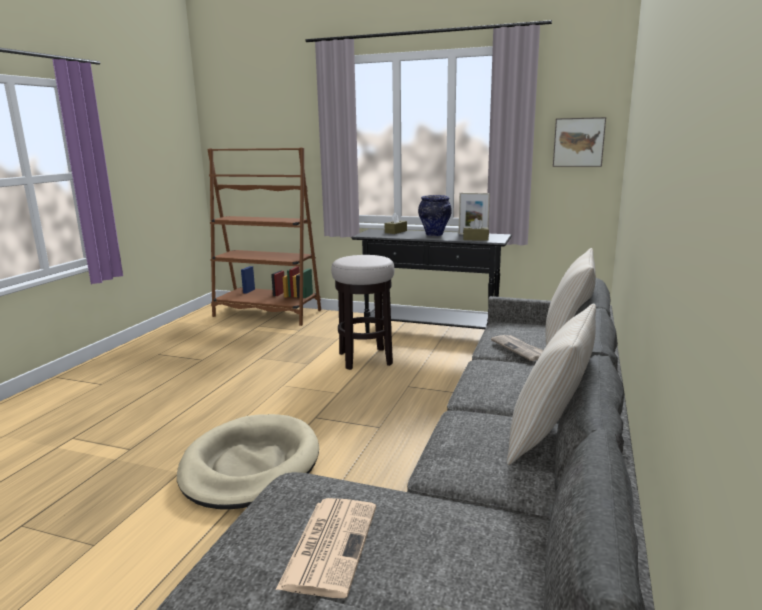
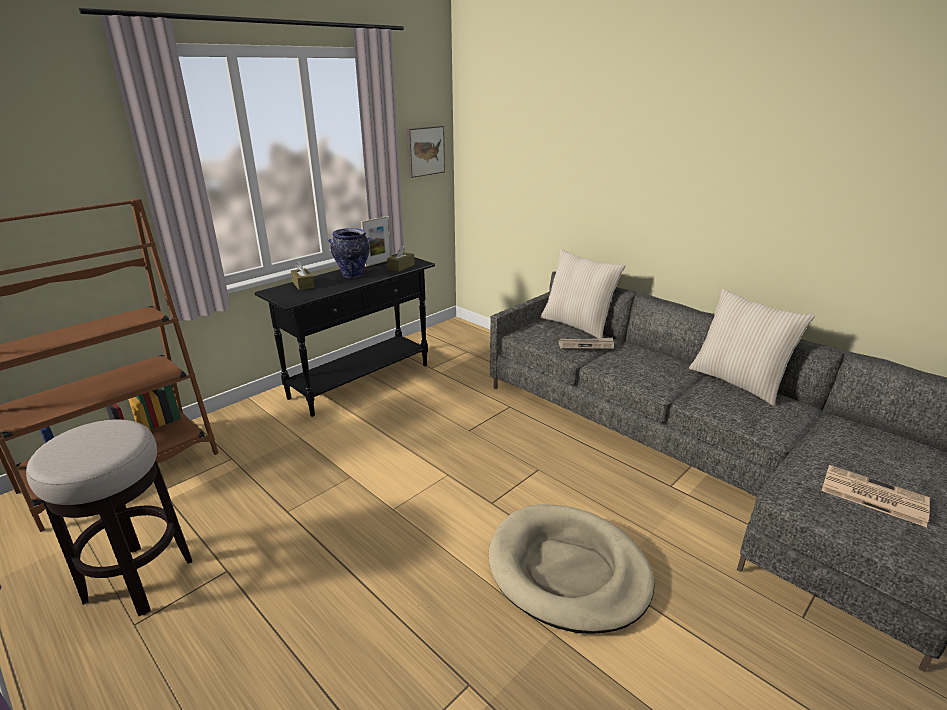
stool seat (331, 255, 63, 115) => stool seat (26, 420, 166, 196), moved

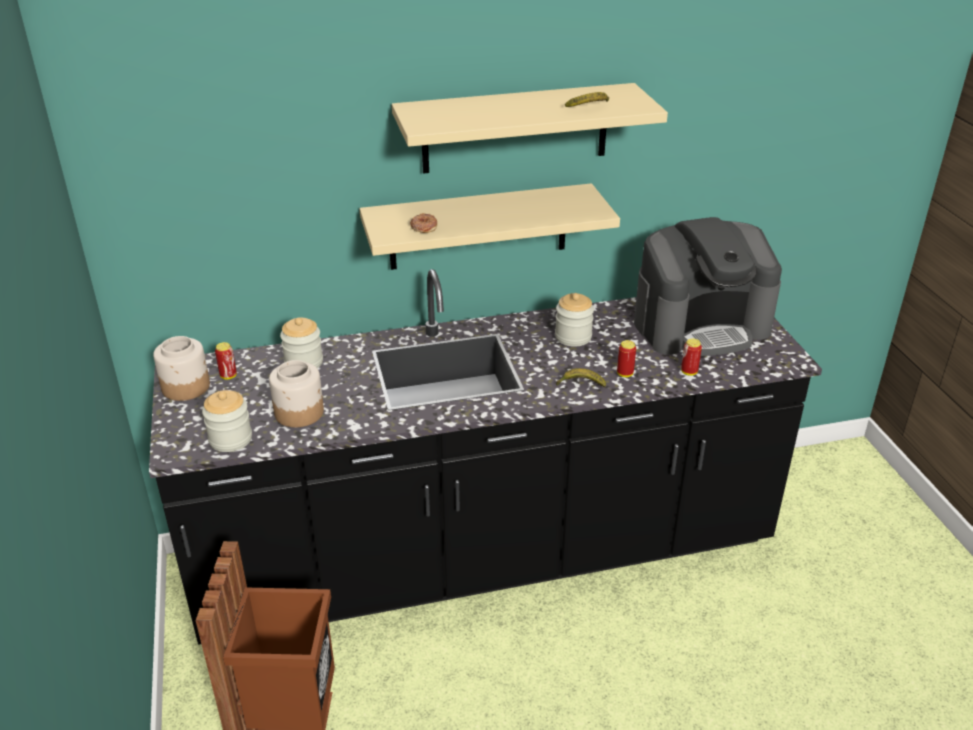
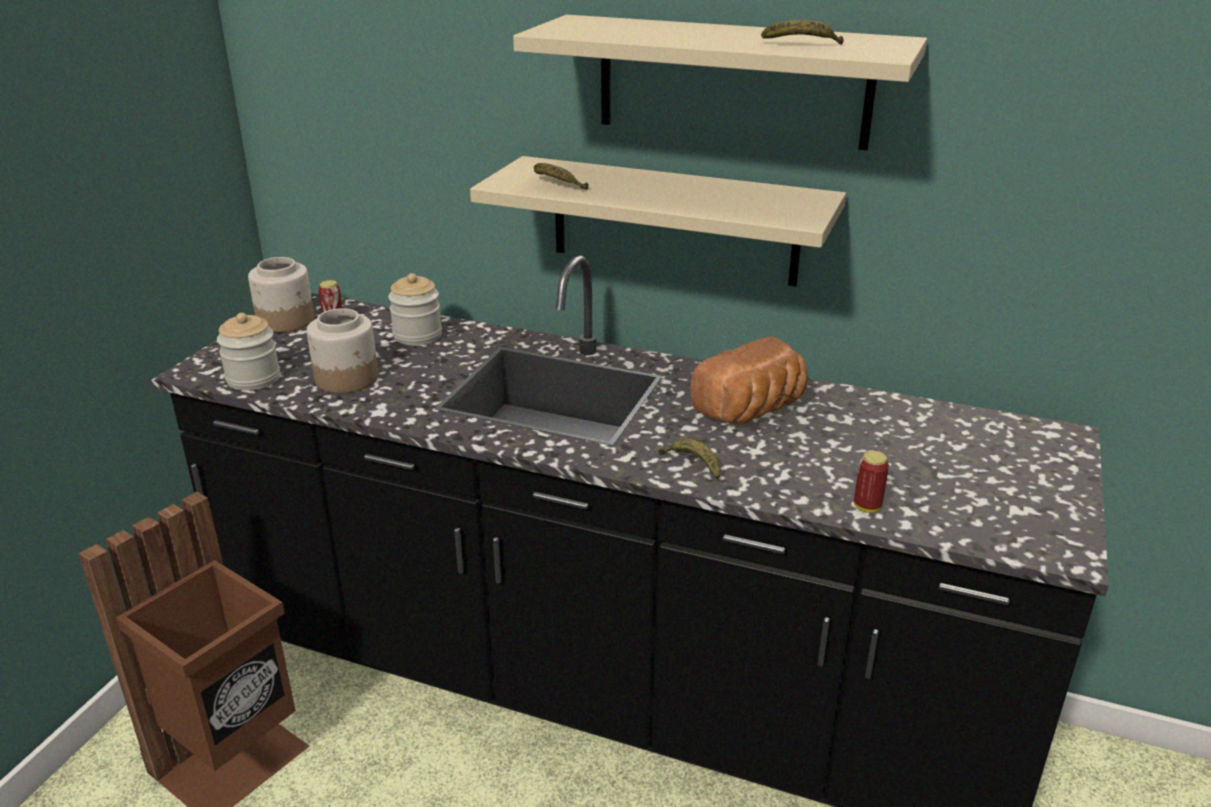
metal can (617, 340, 19, 37) => nothing
coffee brewer (634, 217, 148, 139) => nothing
ring doughnut (410, 213, 27, 20) => banana fruit (534, 163, 55, 27)
preserve jar (555, 293, 39, 54) => bread (690, 336, 118, 89)

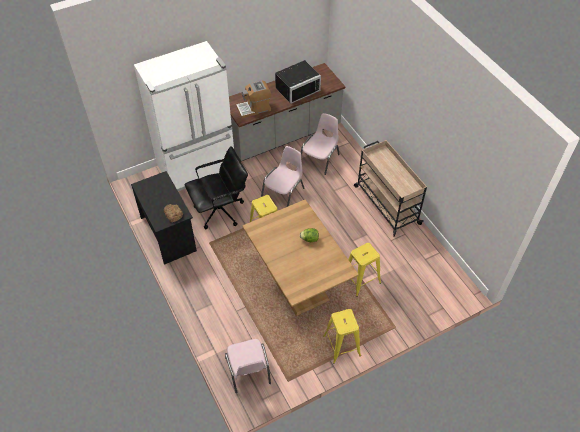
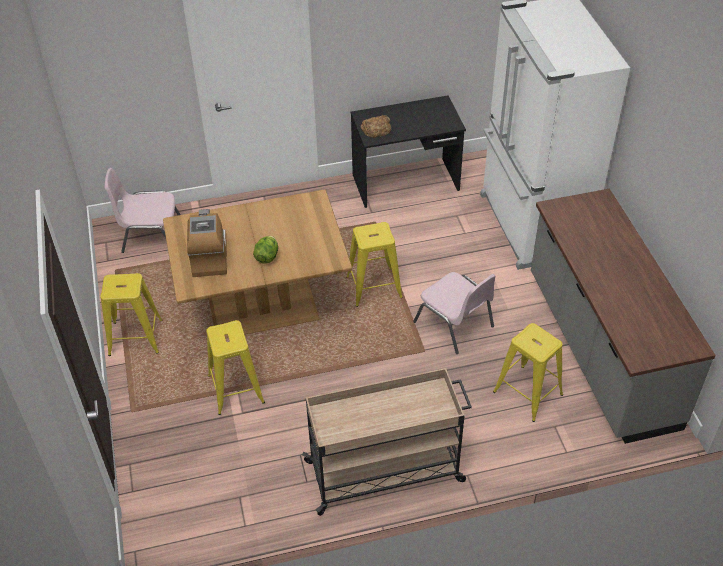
blackish computer chair (185, 146, 63, 83) => nothing
blackish microwave (275, 60, 46, 44) => nothing
coffee brewer (236, 81, 35, 37) => coffee brewer (187, 209, 40, 68), moved
pink-coloured upright chair (301, 113, 39, 62) => yellow-coloured stool seat (493, 323, 70, 99)

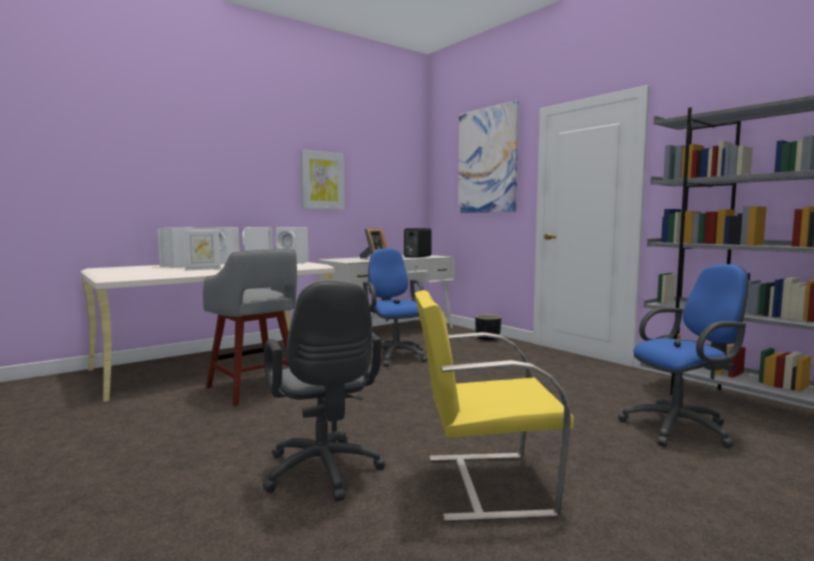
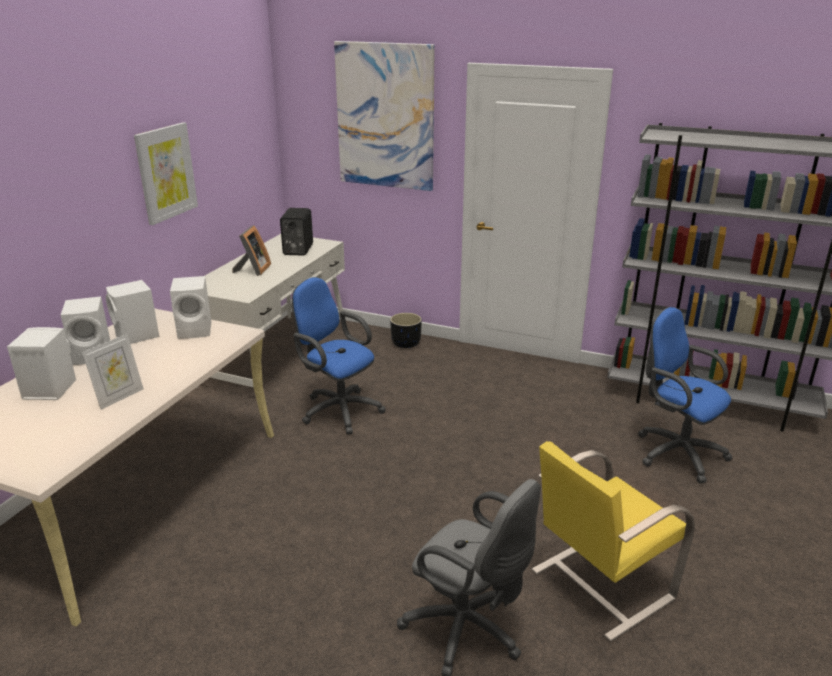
greyish stool seat (203, 249, 94, 157) => nothing
blue computer chair (618, 264, 131, 184) => blue computer chair (638, 307, 94, 176), 90 degrees counterclockwise

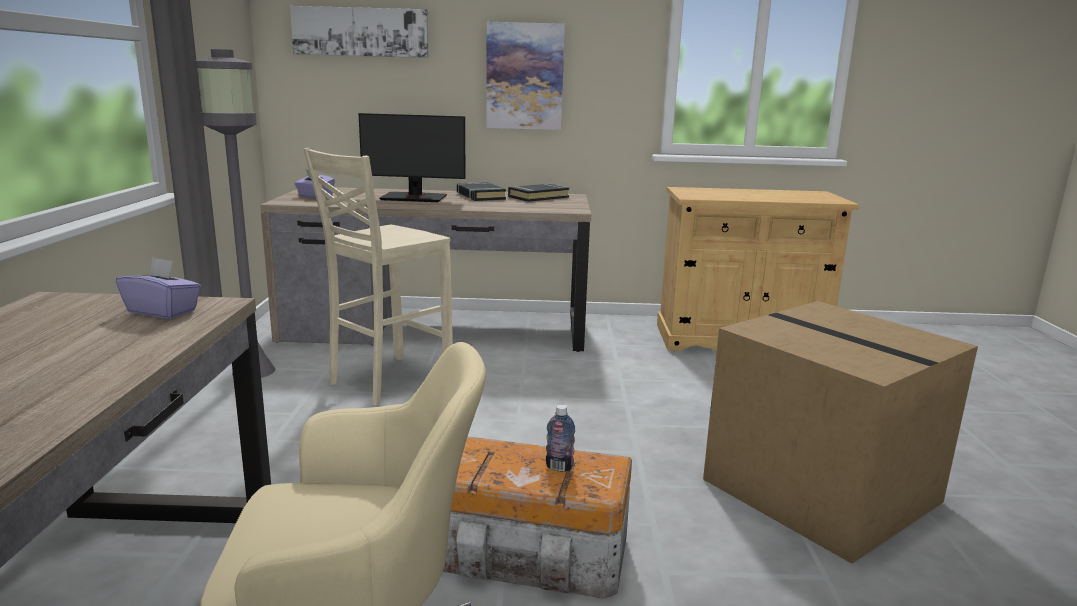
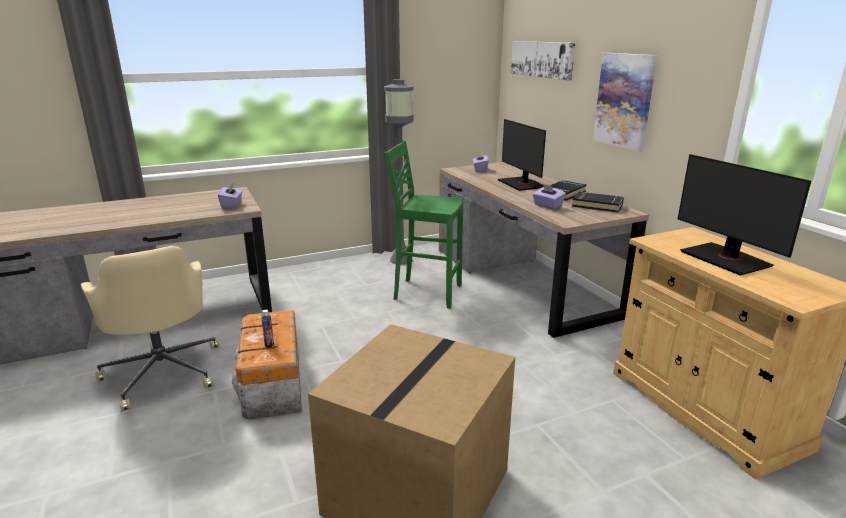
nothing => purplish tissue box (532, 184, 34, 25)
nothing => computer display (678, 154, 133, 122)
beige stool seat (304, 148, 149, 258) => greenish stool seat (385, 141, 78, 167)

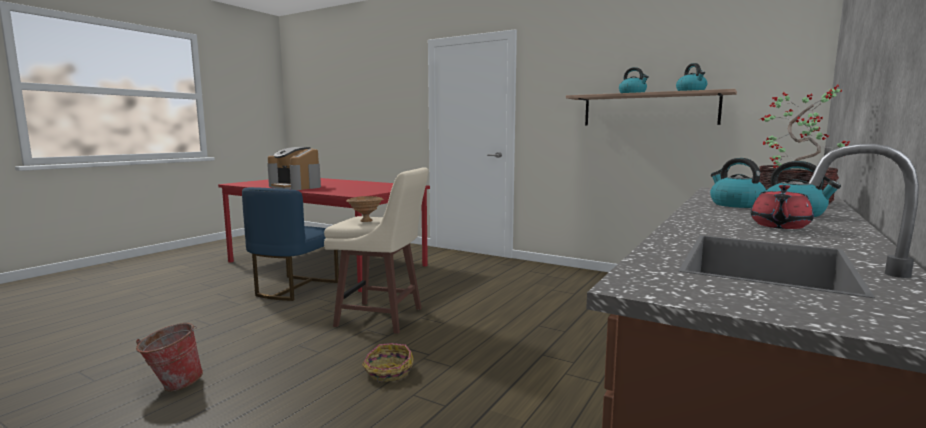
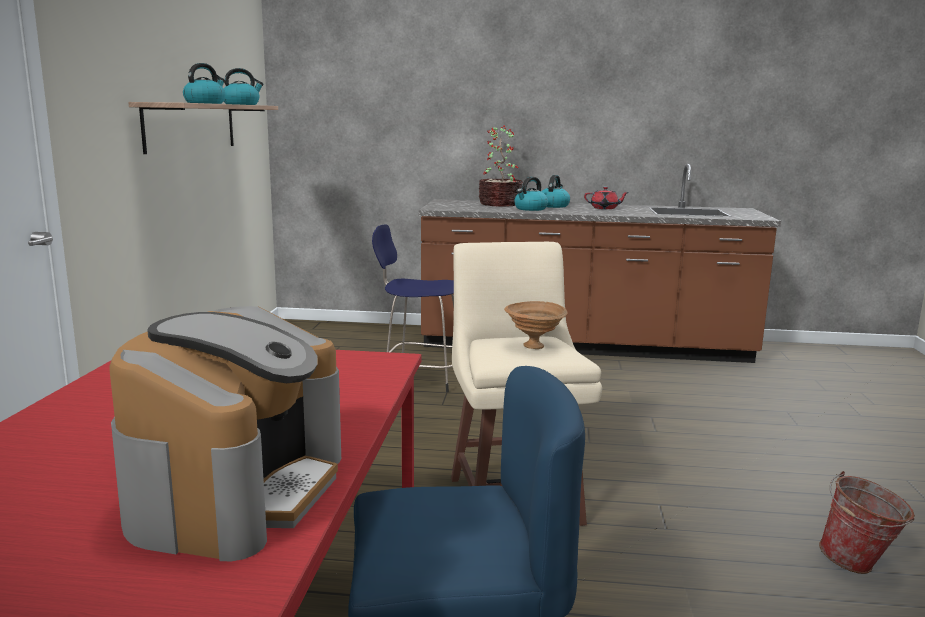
basket (362, 343, 52, 39) => nothing
nothing => blue stool seat (372, 224, 82, 169)

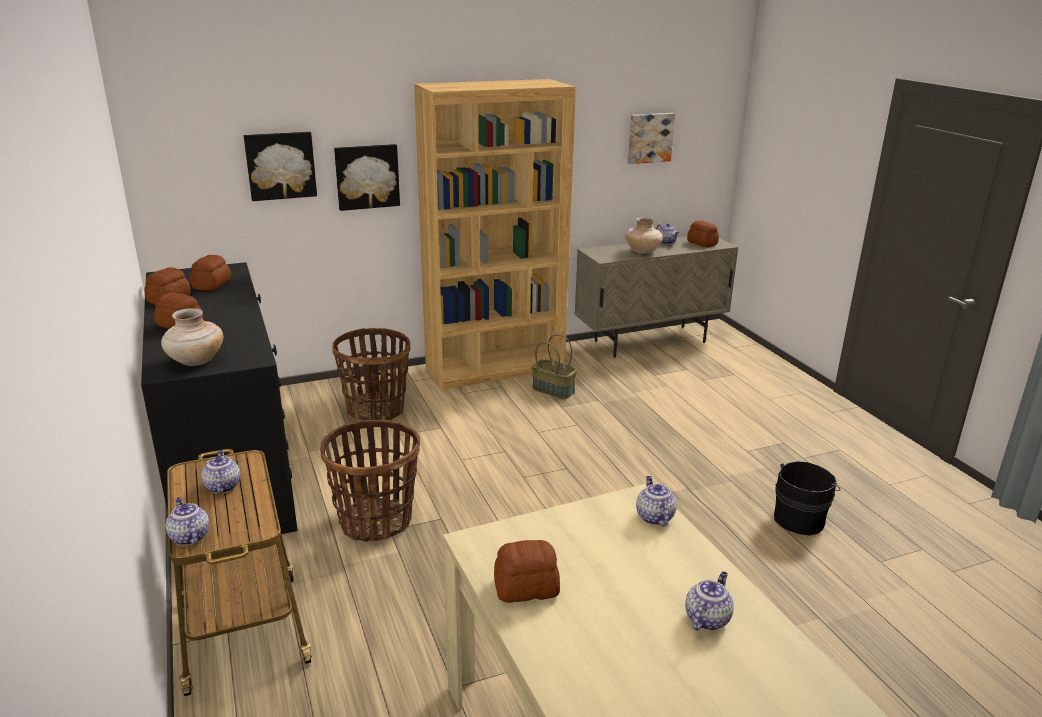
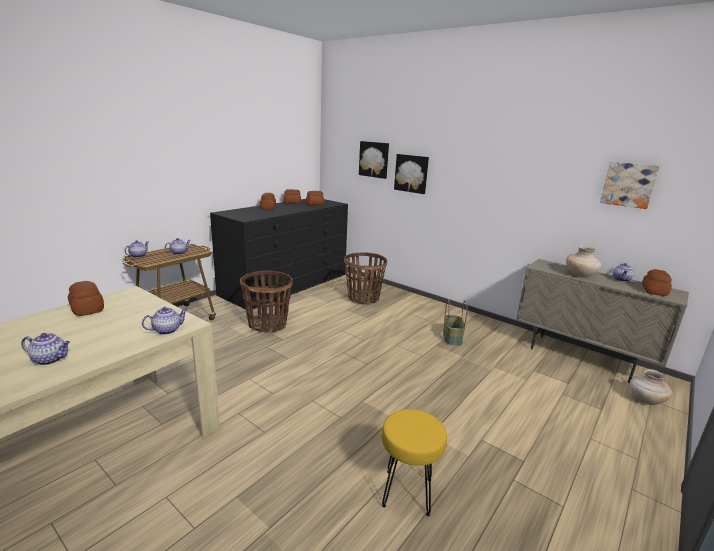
brown bookcase (414, 79, 162, 311) => nothing
beige flower vase (161, 308, 62, 58) => beige flower vase (630, 369, 42, 36), moved
blackish bucket (774, 461, 66, 74) => yellow-coloured stool seat (382, 409, 65, 108)

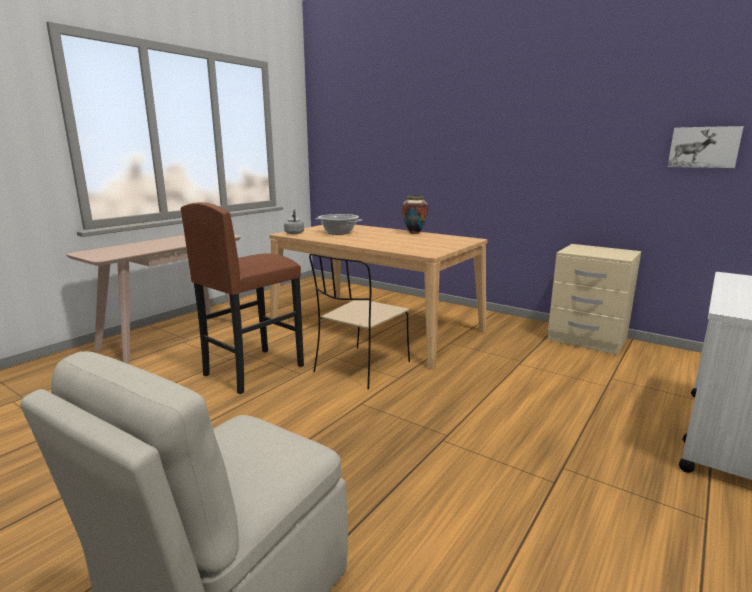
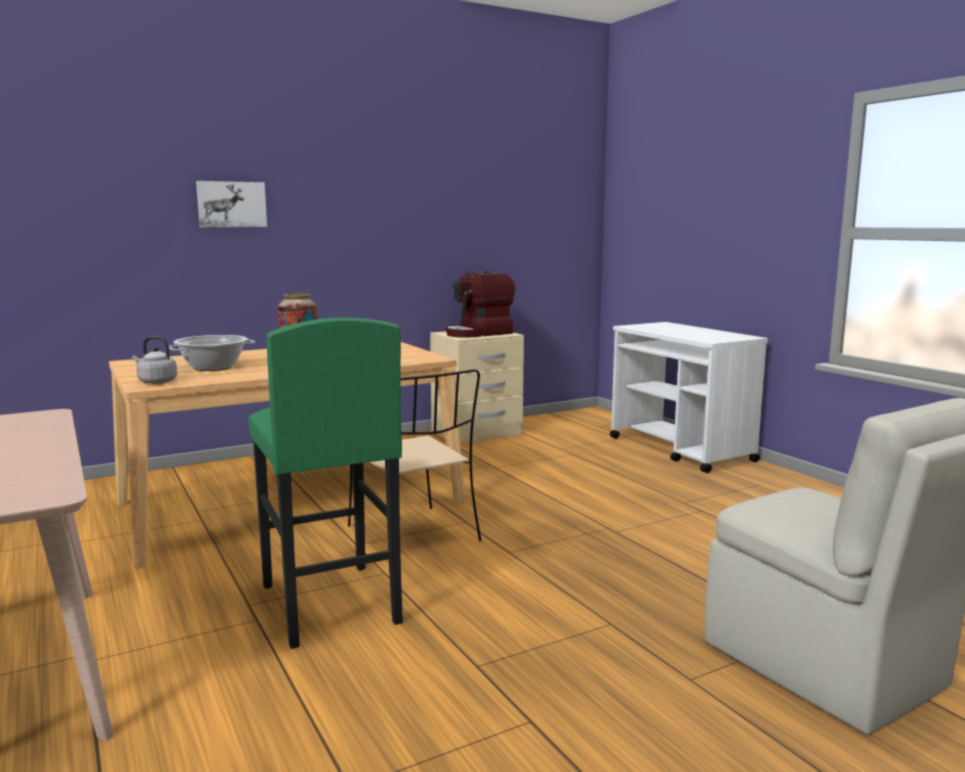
nothing => coffee brewer (446, 271, 69, 67)
wall picture (668, 126, 76, 42) => wall picture (196, 181, 71, 46), moved
brown stool seat (181, 202, 123, 192) => greenish stool seat (248, 318, 155, 331)

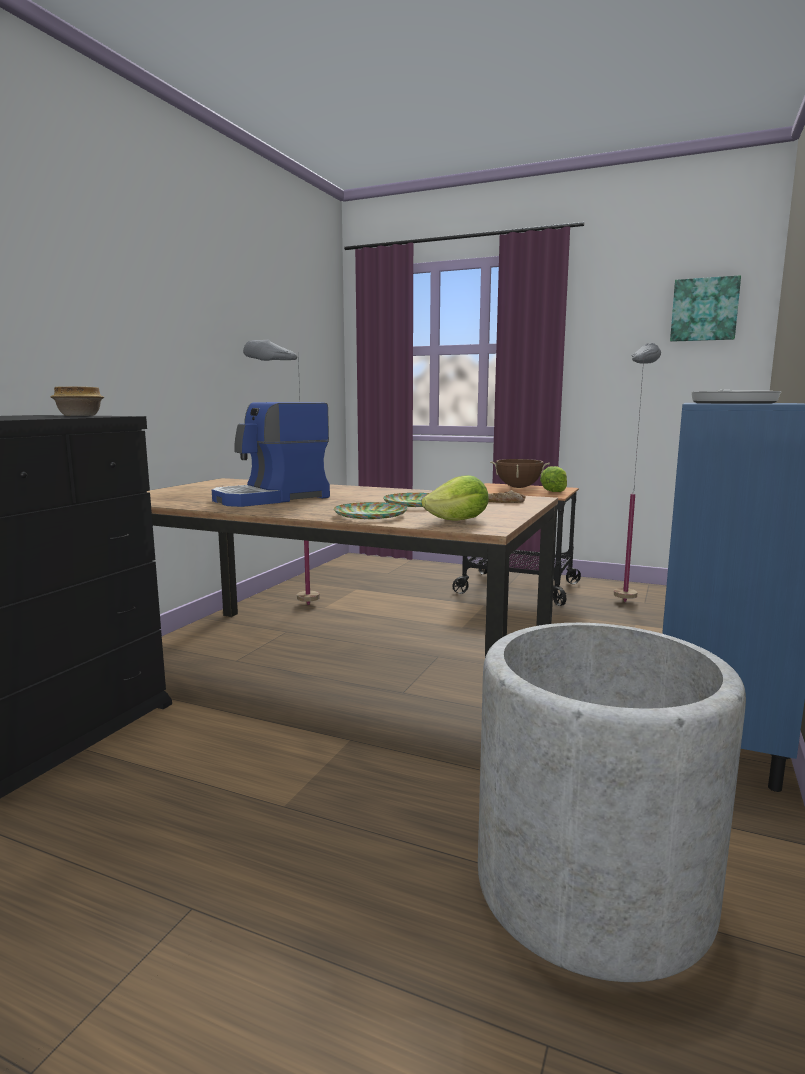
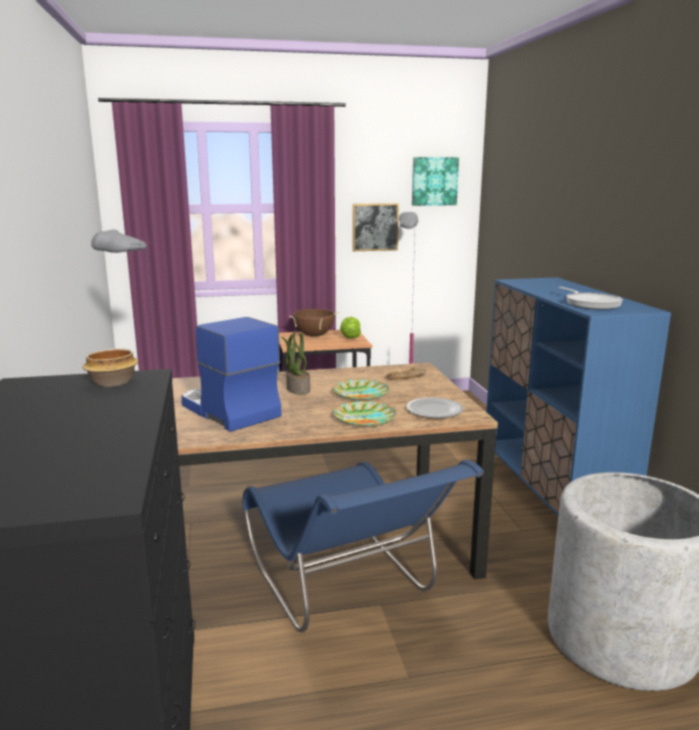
nothing => blue upright chair (243, 460, 241, 173)
nothing => houseplant (281, 329, 29, 66)
nothing => wall picture (353, 203, 46, 48)
lettuce head (421, 475, 68, 46) => dinner plate (406, 397, 57, 21)
coffee brewer (212, 402, 118, 105) => coffee brewer (181, 317, 100, 115), 120 degrees clockwise

